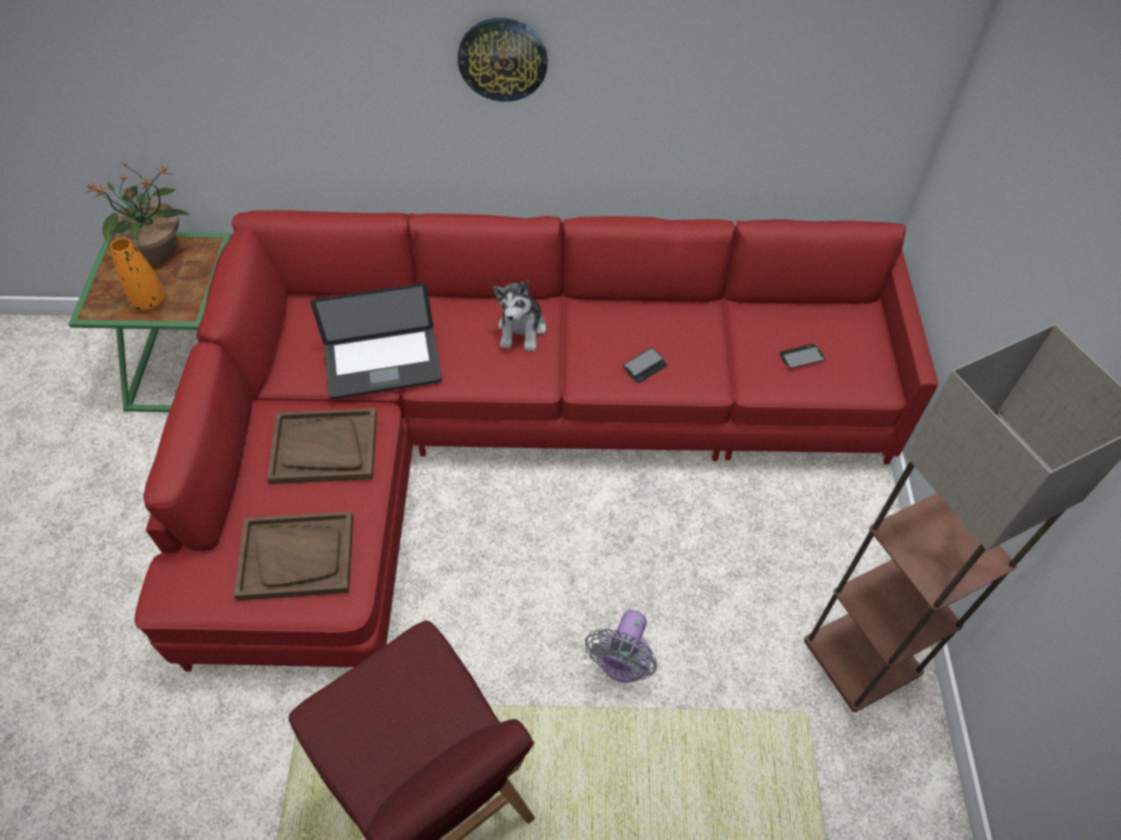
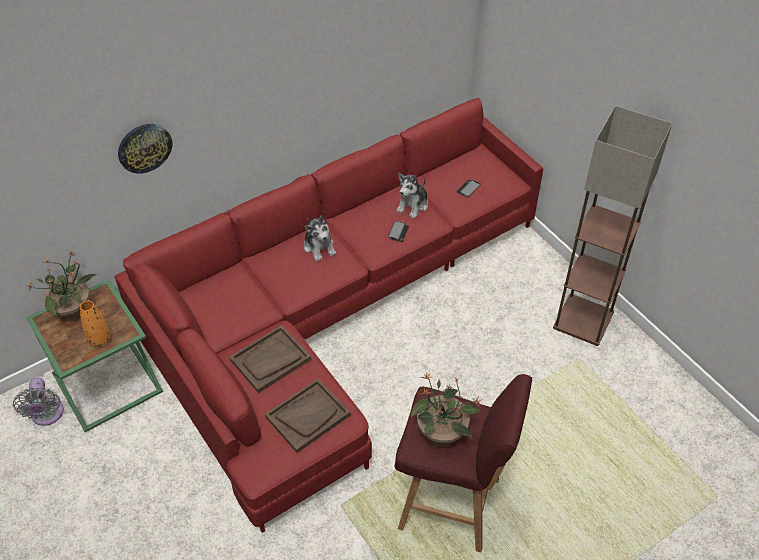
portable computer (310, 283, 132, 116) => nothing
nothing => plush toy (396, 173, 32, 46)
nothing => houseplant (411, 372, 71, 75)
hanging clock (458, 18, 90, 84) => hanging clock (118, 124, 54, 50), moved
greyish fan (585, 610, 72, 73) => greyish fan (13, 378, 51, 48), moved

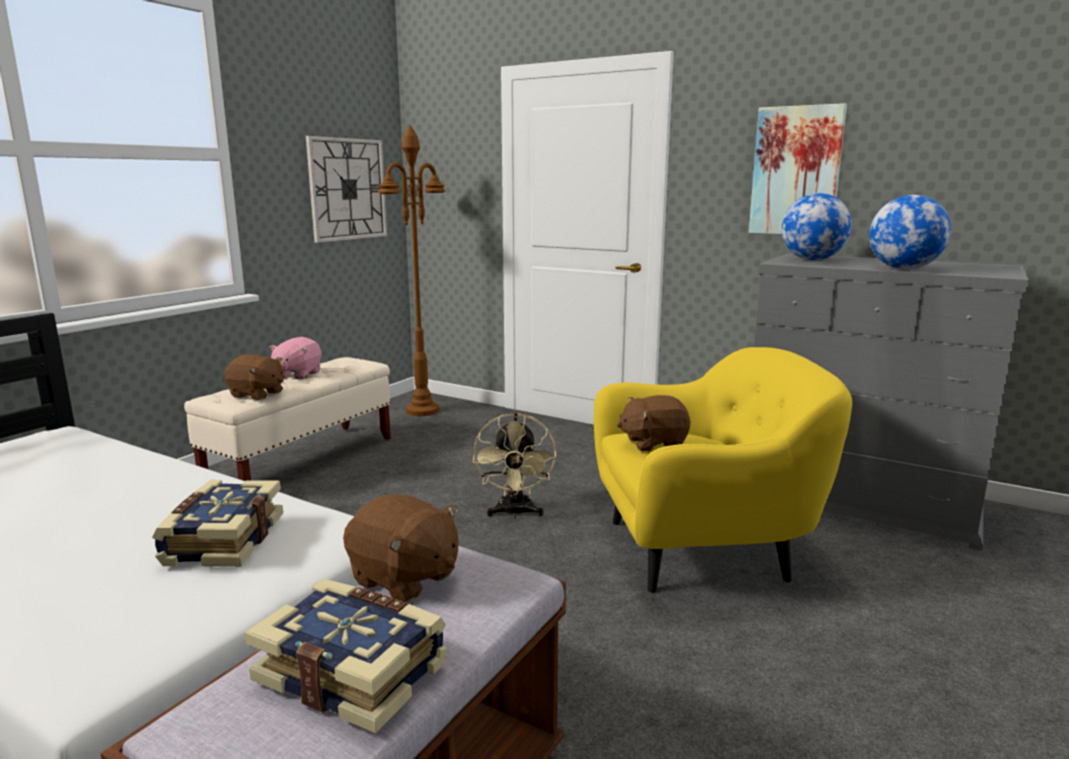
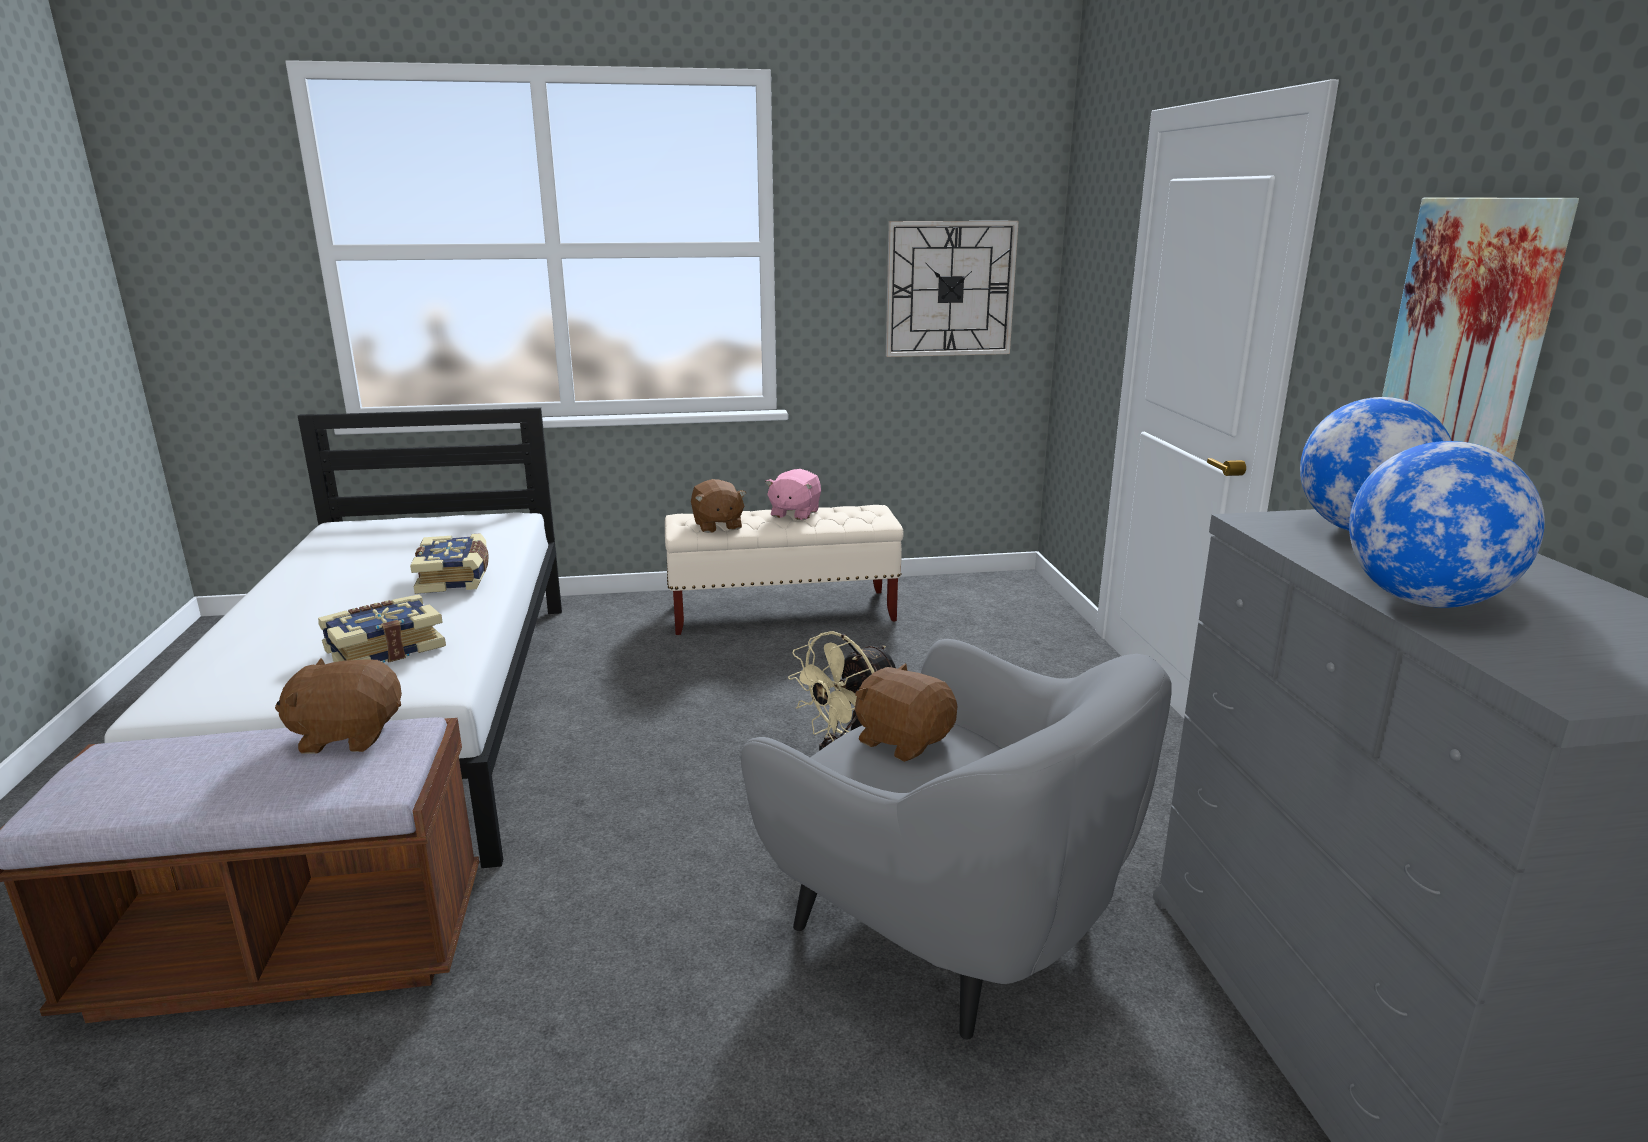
brown standing lamp (378, 124, 67, 292) => nothing
volume (245, 579, 202, 155) => volume (410, 533, 79, 61), moved
yellow-coloured armchair (594, 347, 258, 246) => greyish armchair (741, 639, 431, 400)
pink-coloured plush toy (268, 337, 54, 42) => pink-coloured plush toy (765, 469, 56, 51), 45 degrees counterclockwise
brown plush toy (343, 495, 116, 108) => brown plush toy (275, 658, 127, 96), 90 degrees clockwise

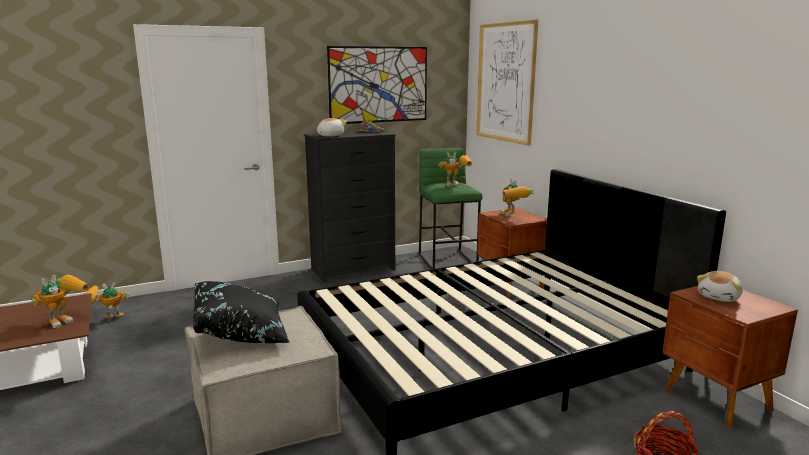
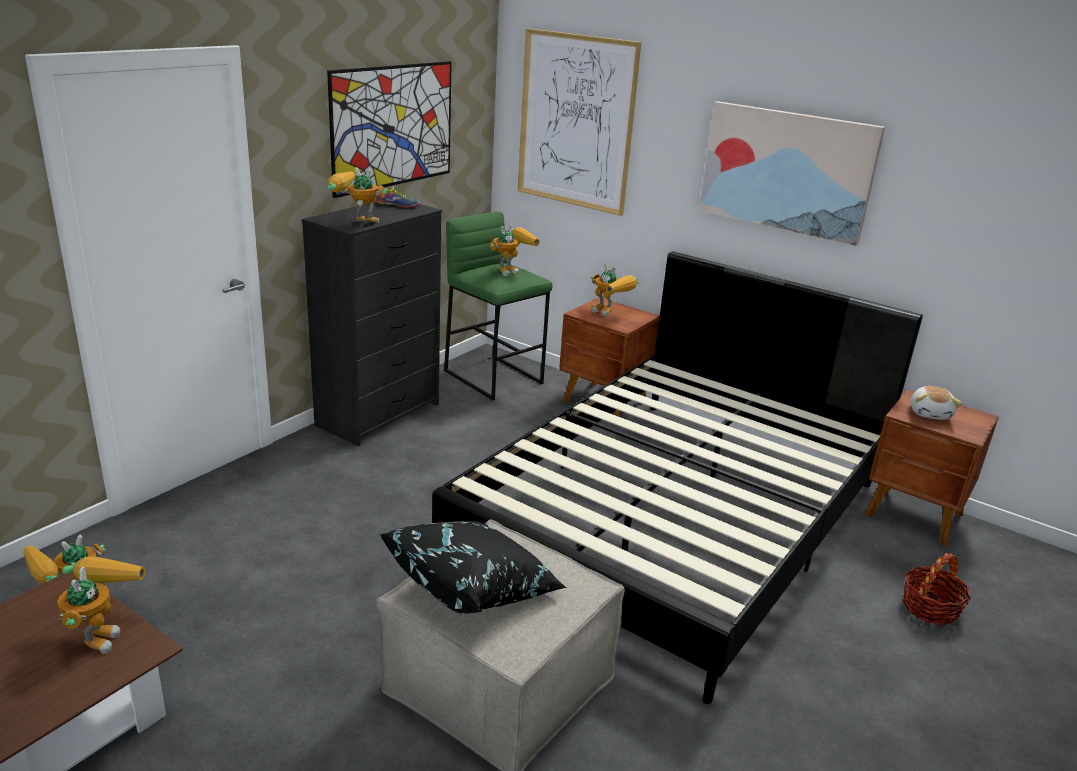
nothing => wall picture (699, 101, 186, 145)
plush toy (317, 118, 30, 19) => model robot (327, 167, 60, 55)

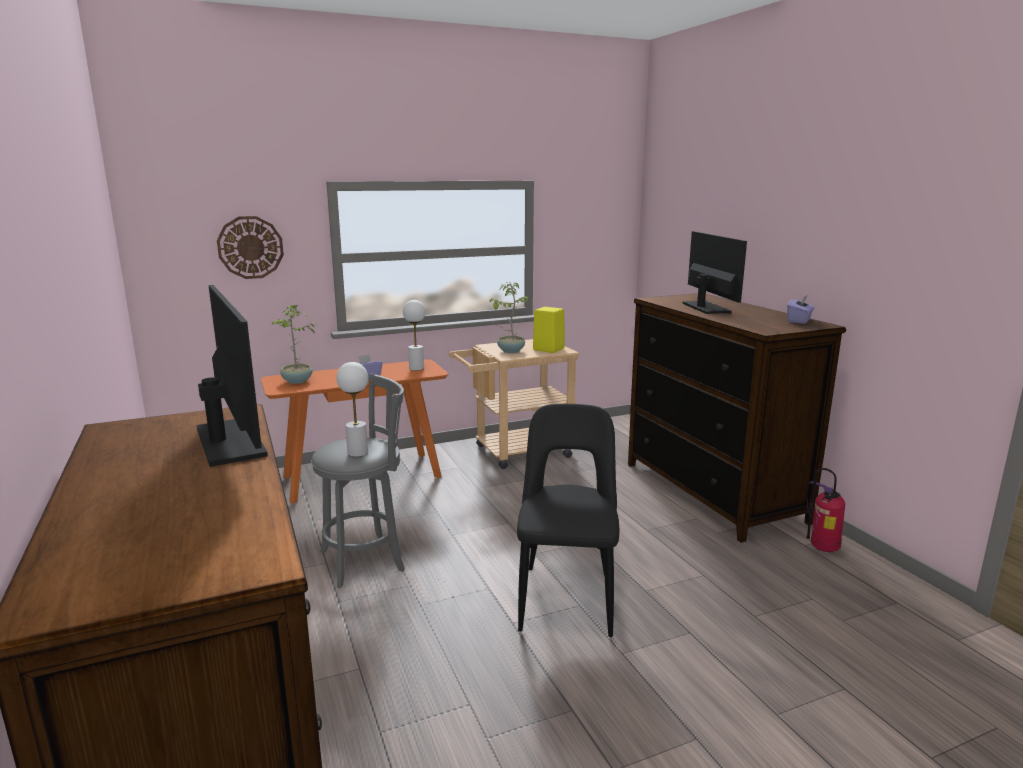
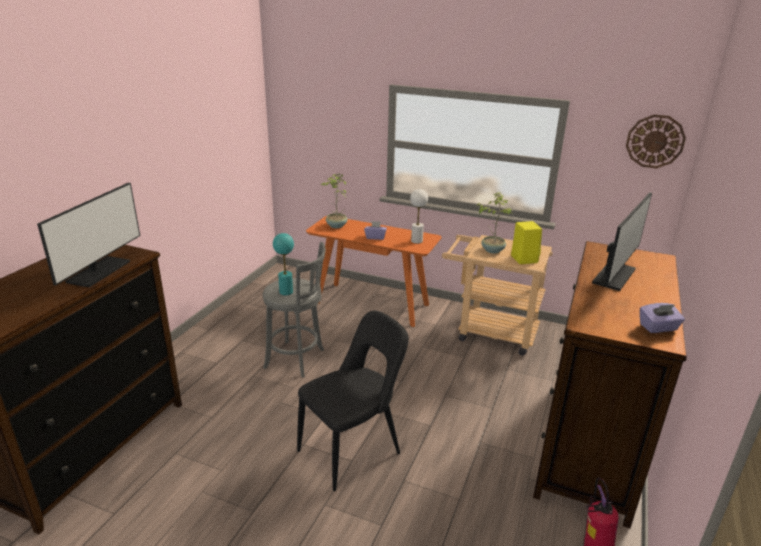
hanging clock (217, 216, 67, 63) => hanging clock (626, 114, 60, 55), moved
white tabletop lamp (336, 362, 32, 95) => turquoise tabletop lamp (273, 233, 21, 62)

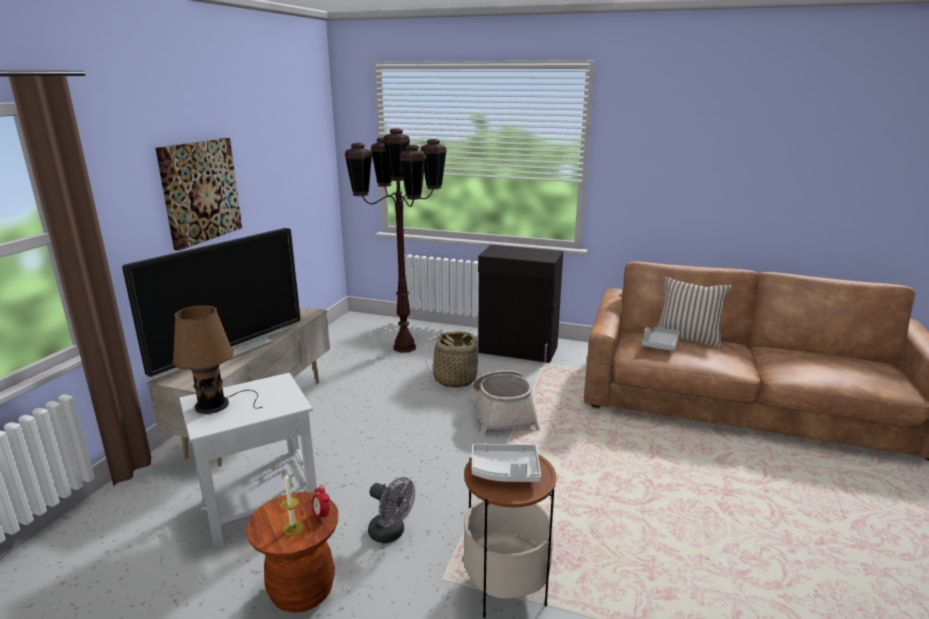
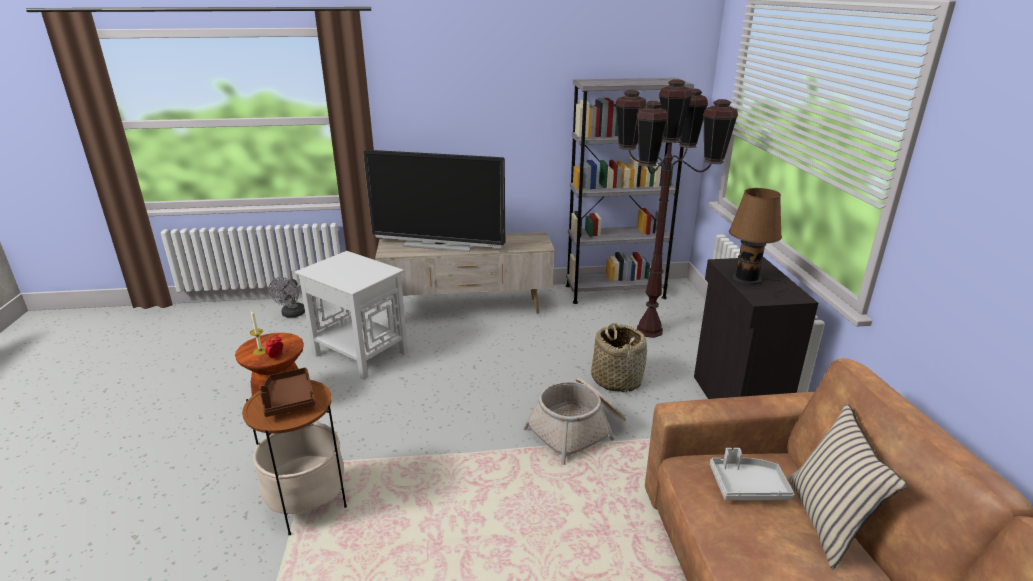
wall picture (156, 138, 86, 113) => nothing
nothing => greyish bookcase (566, 78, 128, 226)
brown tabletop lamp (173, 305, 89, 109) => brown tabletop lamp (729, 188, 60, 110), moved
greyish fan (368, 477, 47, 66) => greyish fan (269, 277, 36, 41), moved
greyish tray (472, 443, 69, 39) => brown tray (260, 368, 55, 49)

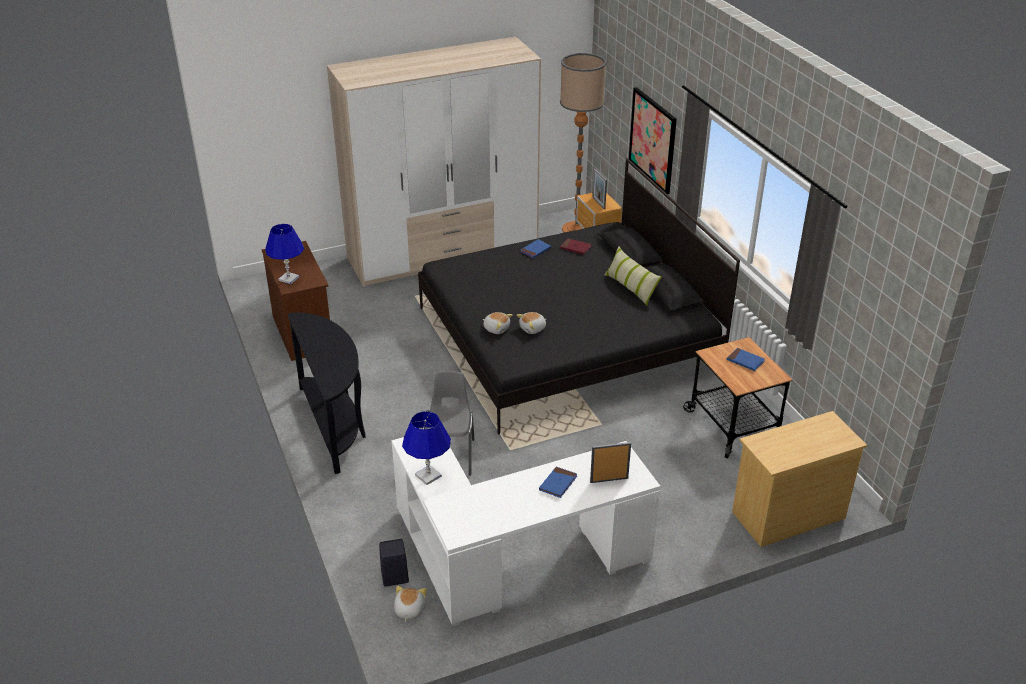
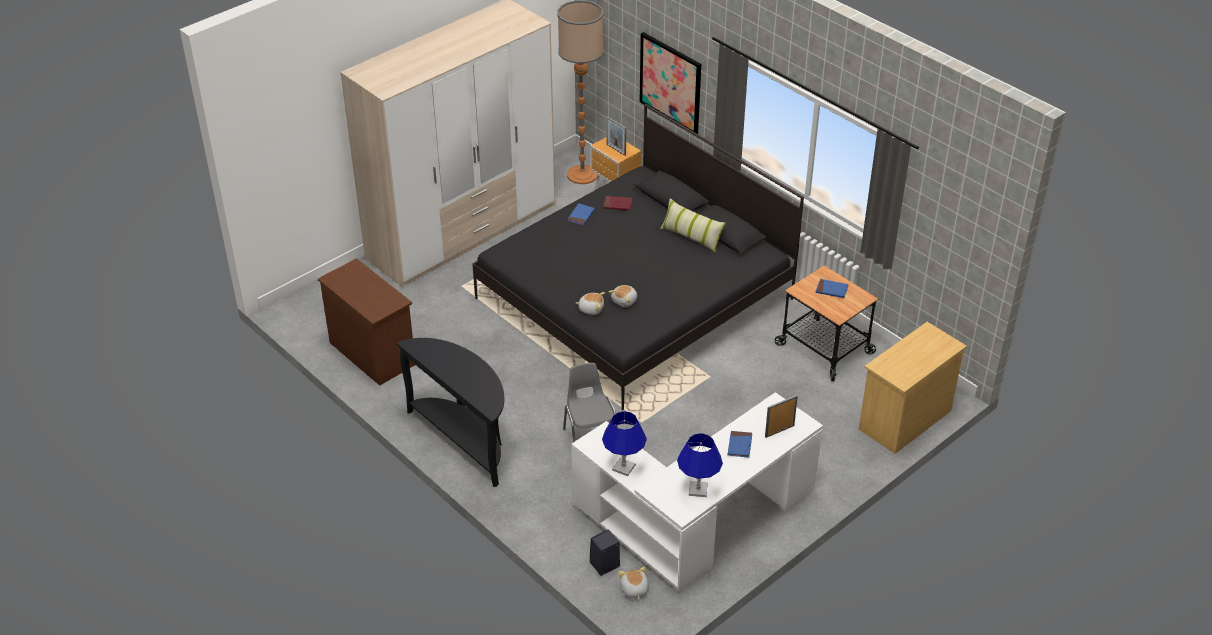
blue tabletop lamp (265, 224, 39, 60) => blue tabletop lamp (677, 433, 46, 64), moved

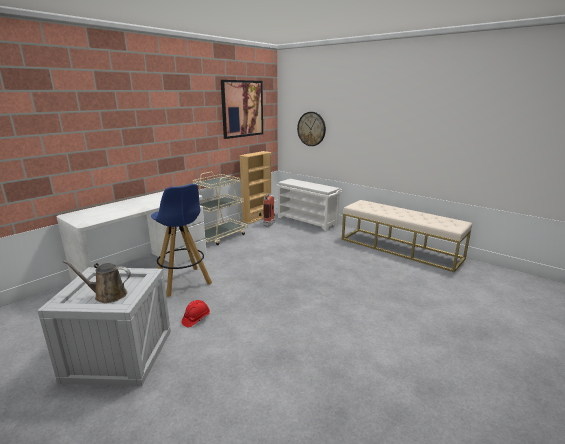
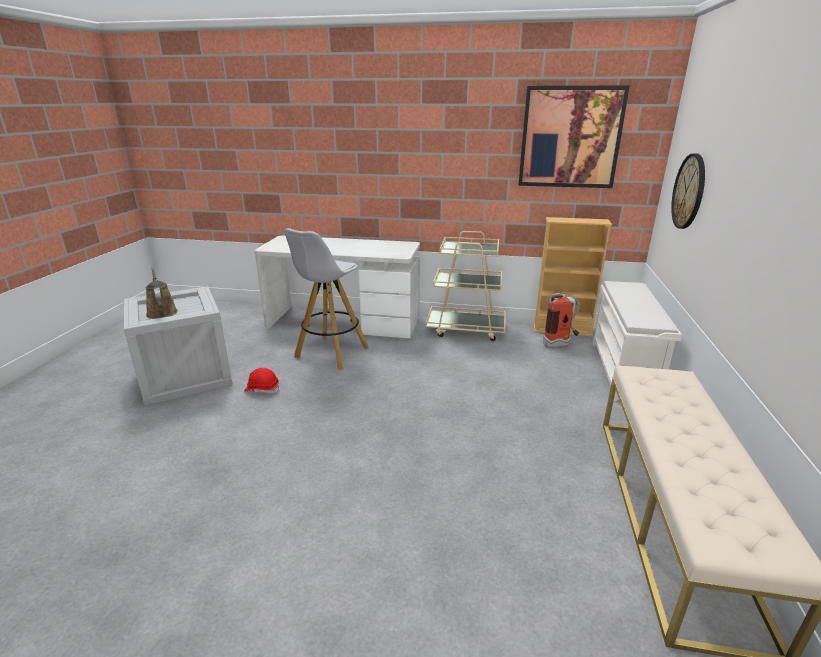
blue stool seat (151, 184, 61, 113) => white stool seat (285, 228, 84, 141)

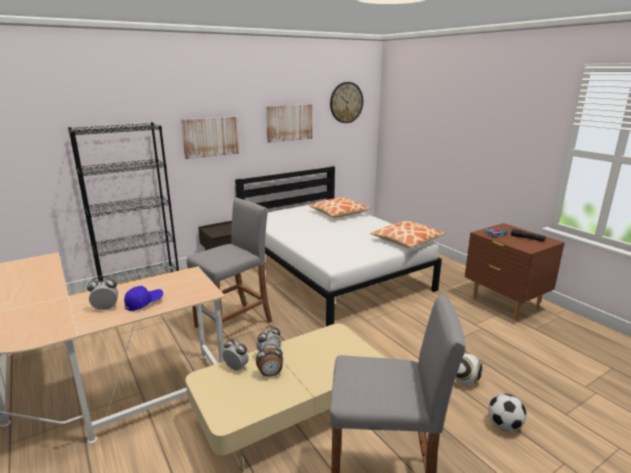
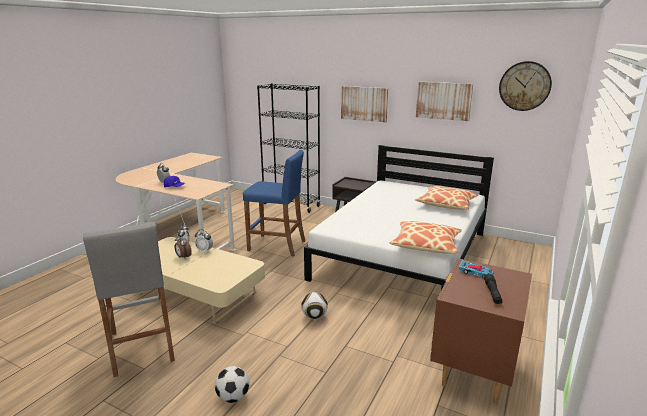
football ball (455, 353, 28, 31) => football ball (301, 292, 27, 27), moved
greyish stool seat (187, 198, 85, 141) => blue stool seat (243, 150, 62, 106)

